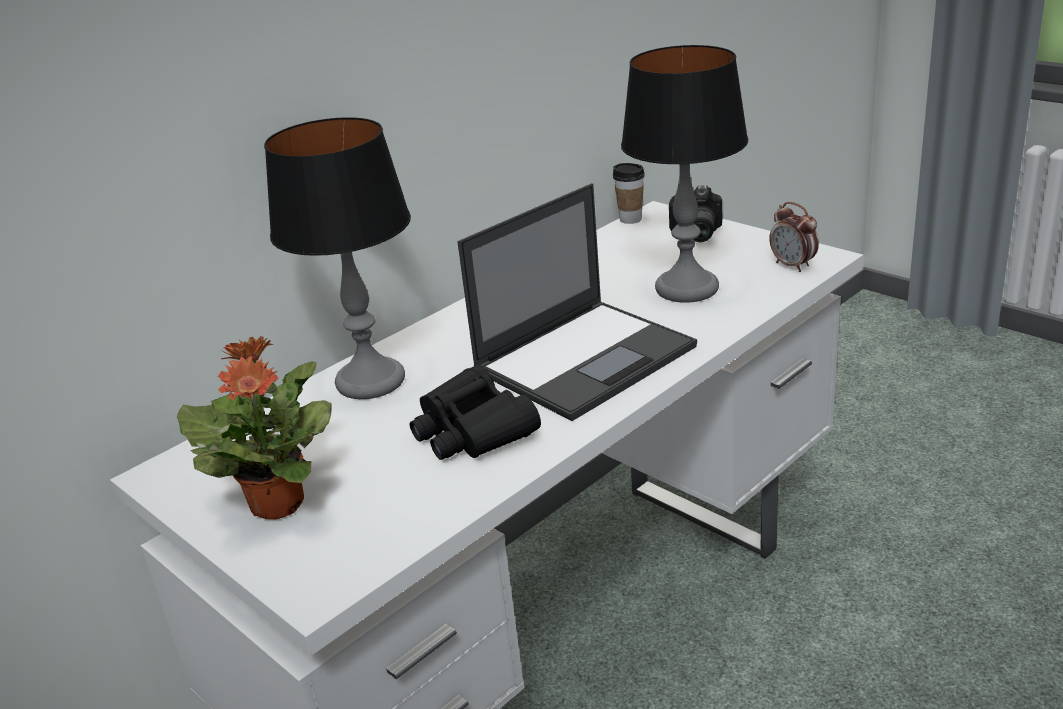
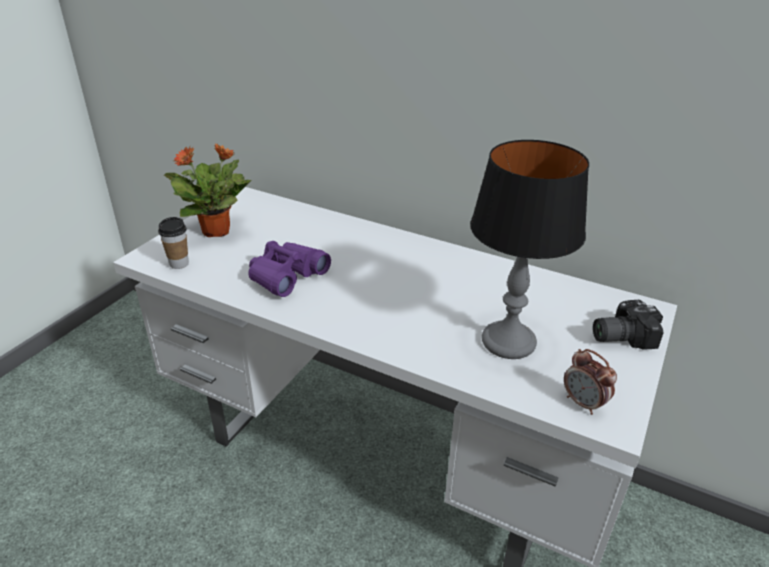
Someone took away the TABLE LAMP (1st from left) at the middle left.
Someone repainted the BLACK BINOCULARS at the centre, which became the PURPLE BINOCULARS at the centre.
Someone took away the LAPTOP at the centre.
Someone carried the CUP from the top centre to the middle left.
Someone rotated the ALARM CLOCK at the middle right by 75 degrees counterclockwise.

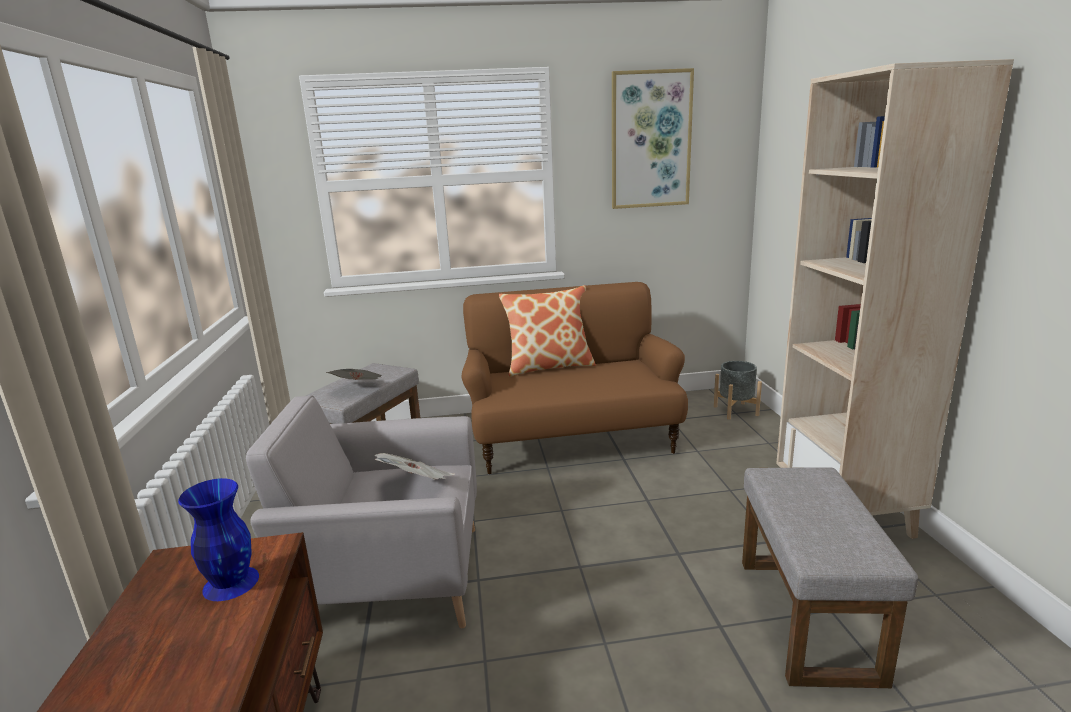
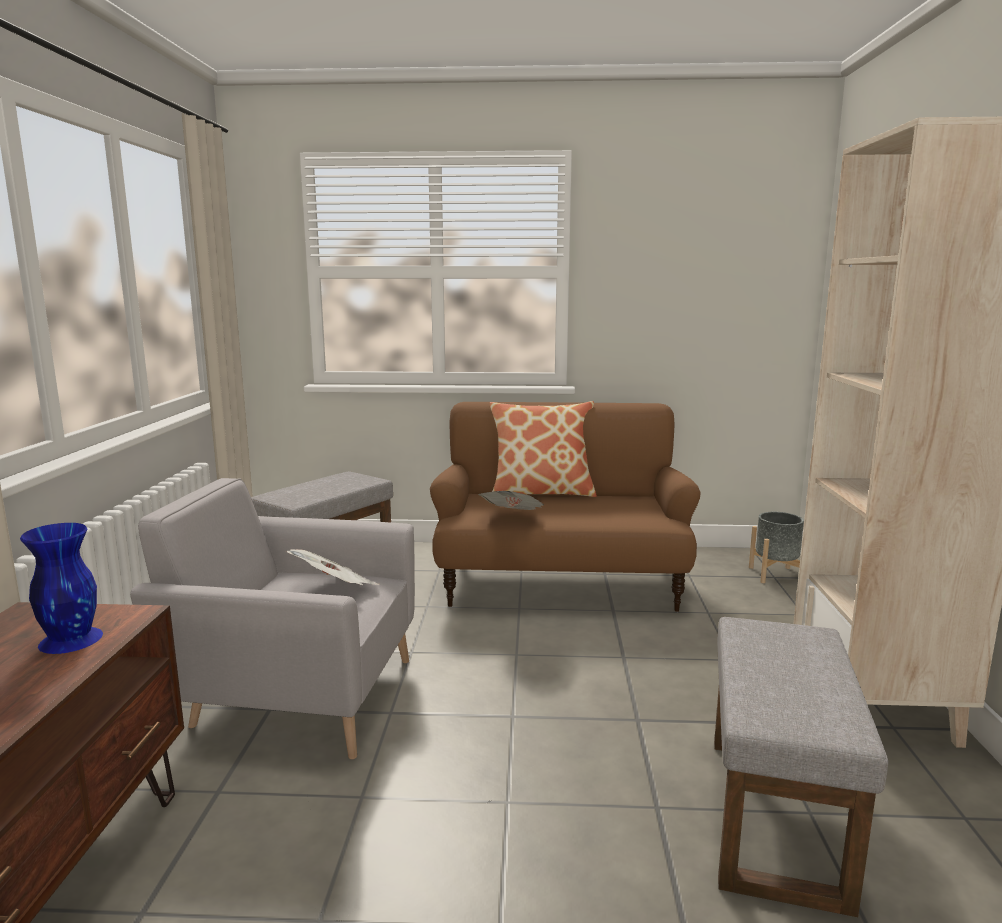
Someone carried the NEWSPAPER (1st from left in the first image) from the middle left to the centre.
Someone took away the PICTURE at the top centre.

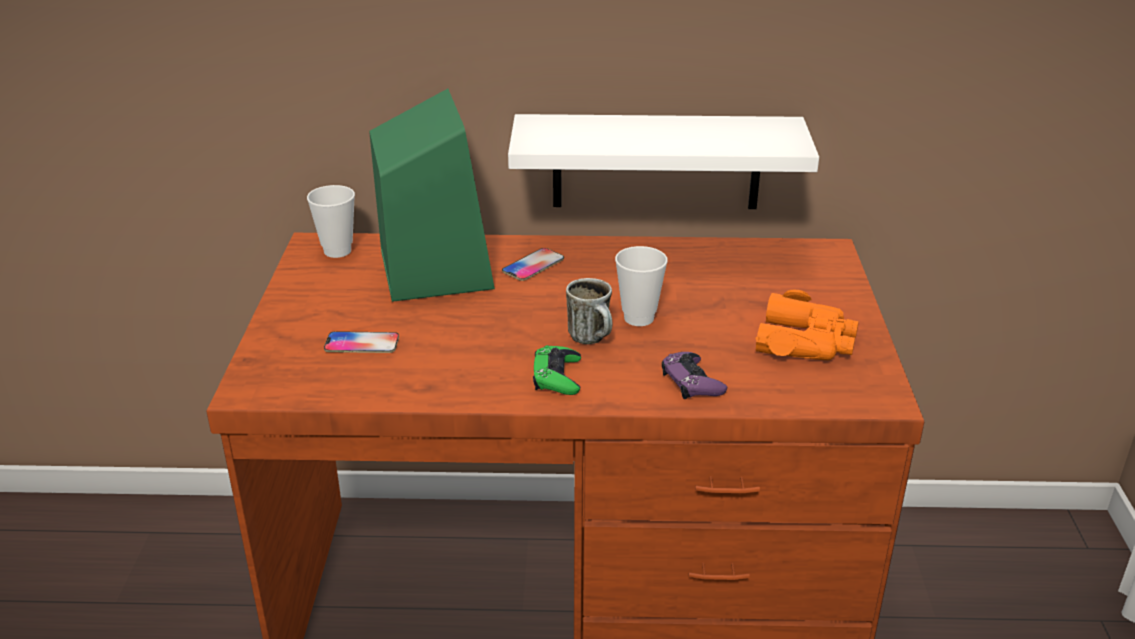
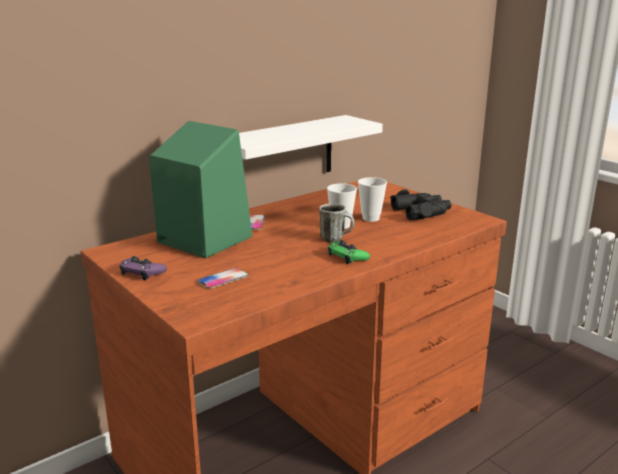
Someone carried the CUP (1st from left in the first image) from the middle left to the centre.
Someone carried the PURPLE GAME CONTROLLER from the centre to the middle left.
Someone repainted the ORANGE BINOCULARS at the middle right, which became the BLACK BINOCULARS at the middle right.

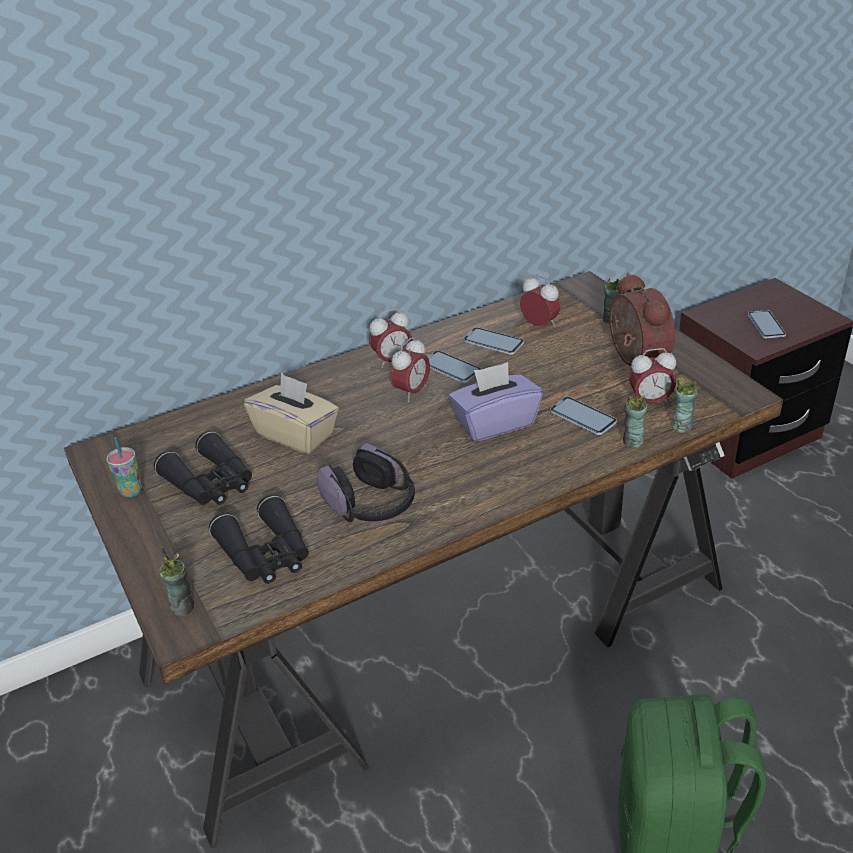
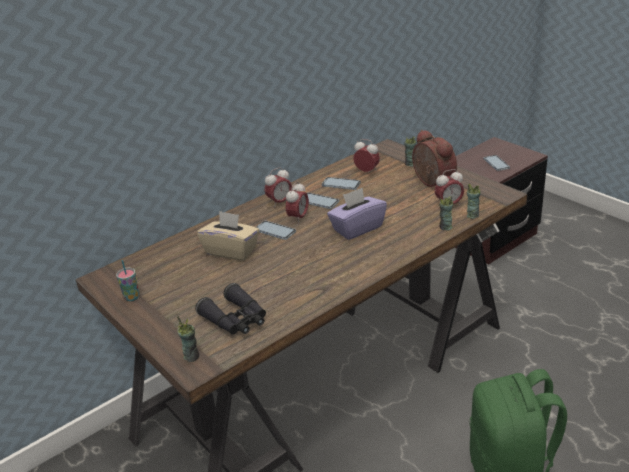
Someone took away the BLACK BINOCULARS (1st from left) at the middle left.
Someone took away the HEADPHONES at the centre.
Someone carried the PHONE (3rd from left in the first image) from the middle right to the centre.

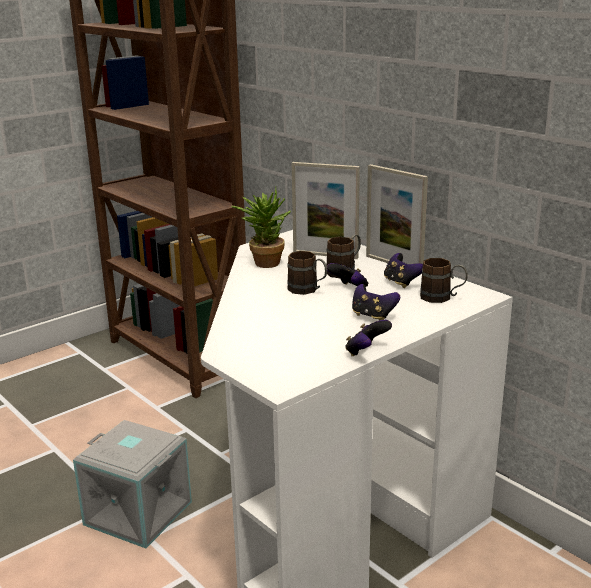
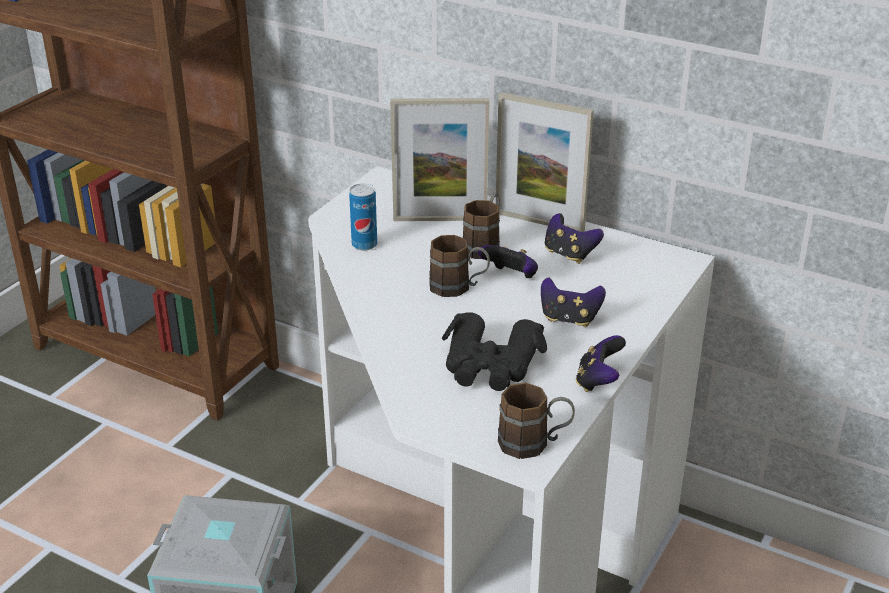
Someone swapped the POTTED PLANT at the centre for the CAN at the centre.
Someone carried the BROWN MUG (3rd from left) from the middle right to the bottom centre.
Someone put down the BLACK BINOCULARS at the centre.

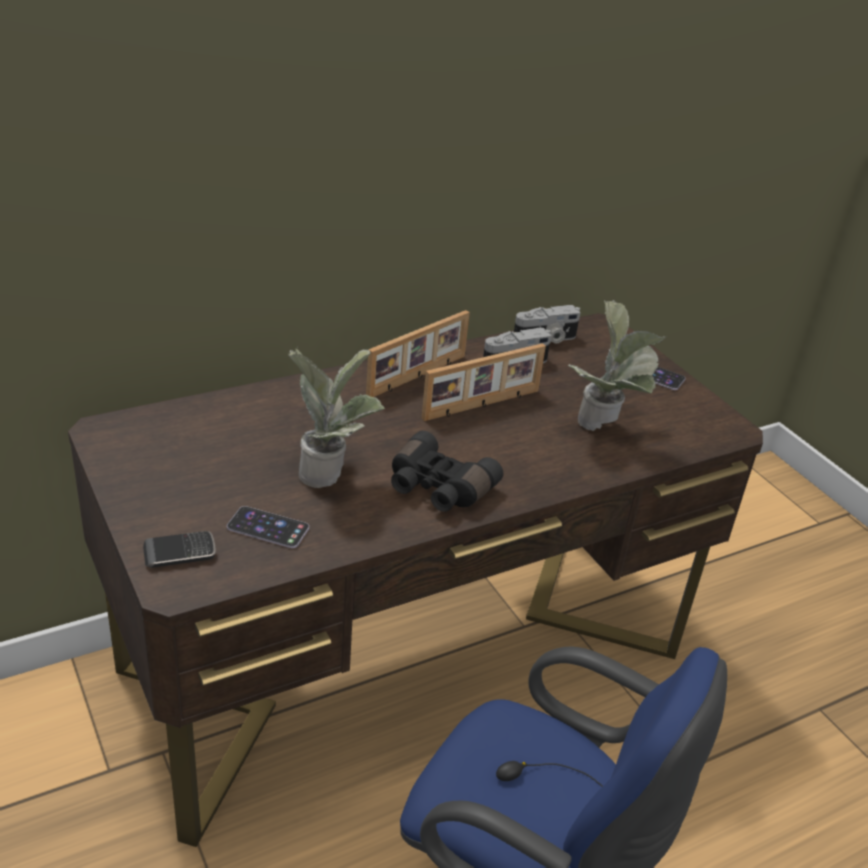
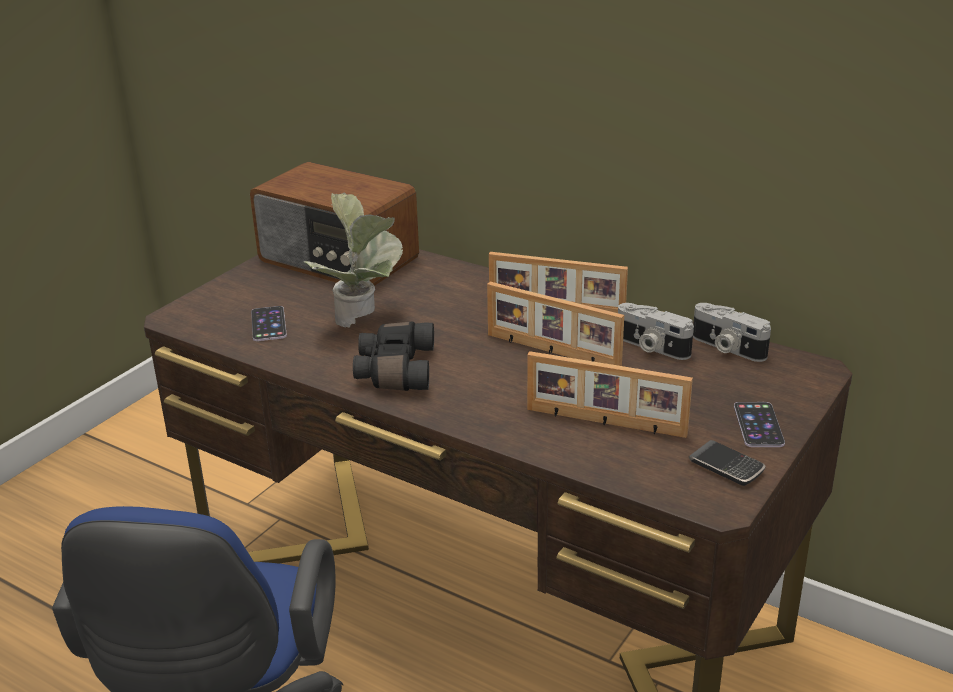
Someone carried the PHONE (1st from left in the first image) from the middle left to the bottom right.
Someone swapped the POTTED PLANT (2nd from left) at the middle right for the PICTURE FRAME (3rd from left) at the centre.
Someone put down the RADIO at the top centre.

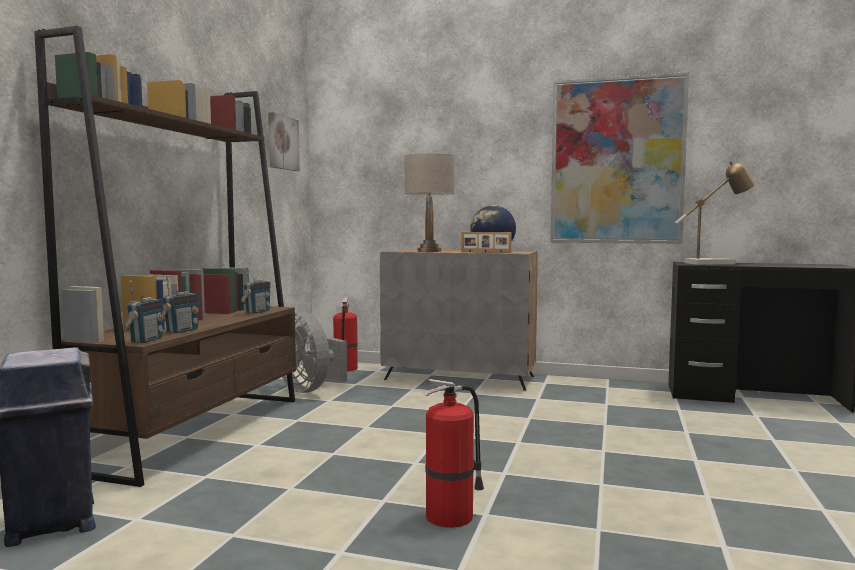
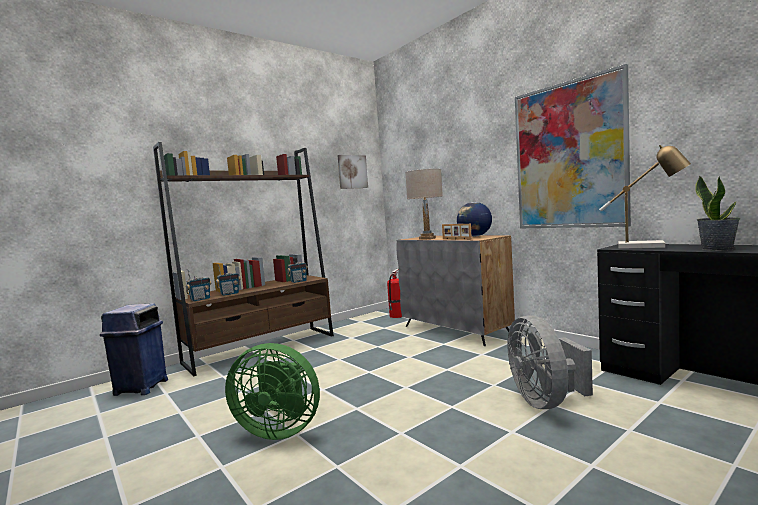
Someone carried the GREY FAN from the centre to the bottom right.
Someone swapped the FIRE EXTINGUISHER (2nd from left) at the bottom centre for the GREEN FAN at the bottom centre.
Someone put down the POTTED PLANT at the middle right.

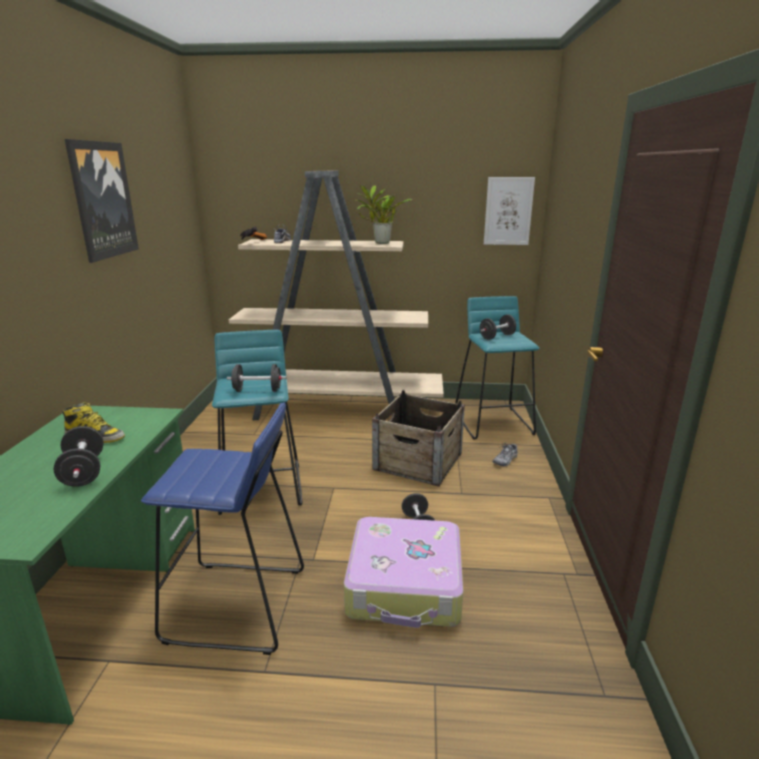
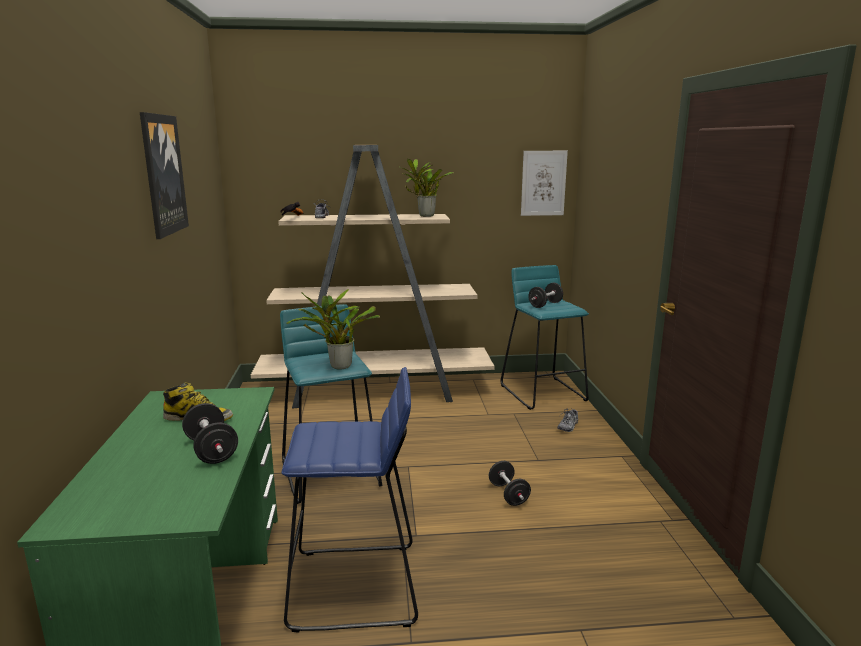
Someone swapped the BLACK DUMBBELL (2nd from left) at the centre for the POTTED PLANT (1st from left) at the centre.
Someone took away the SUITCASE at the bottom centre.
Someone took away the CRATE at the centre.

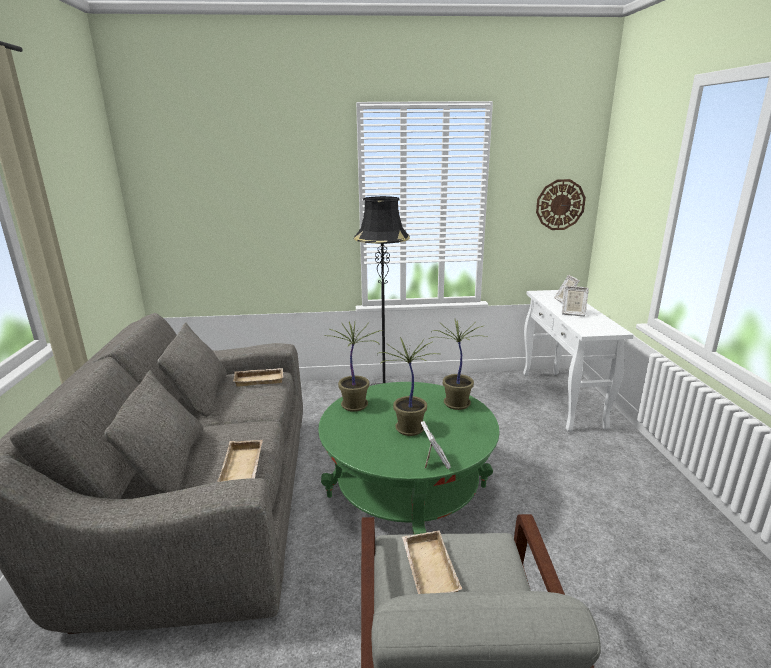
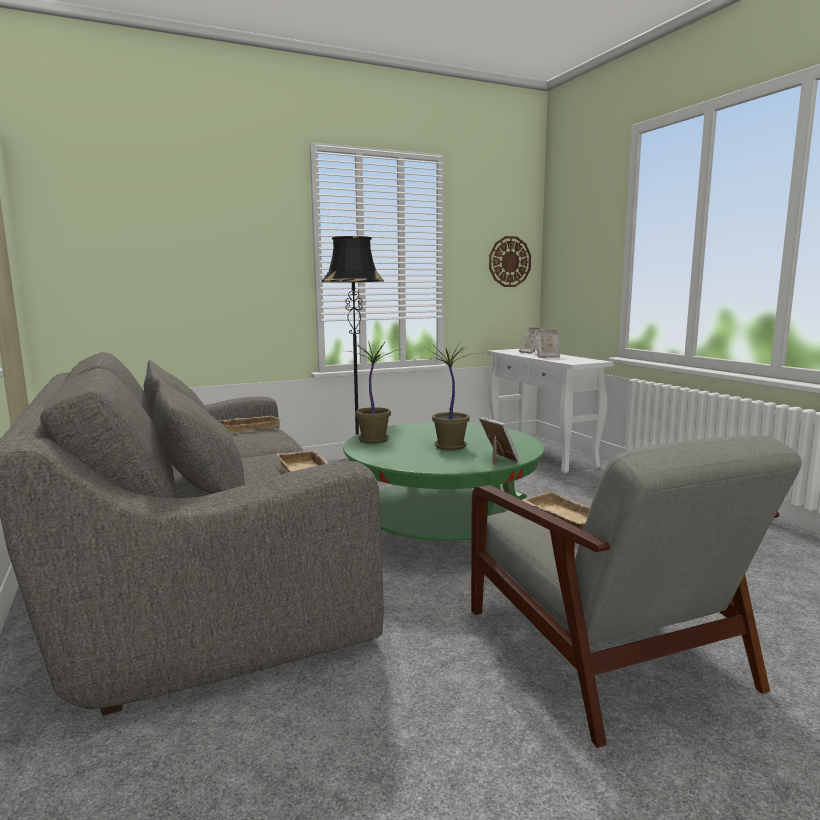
Someone took away the POTTED PLANT (3rd from left) at the centre.

